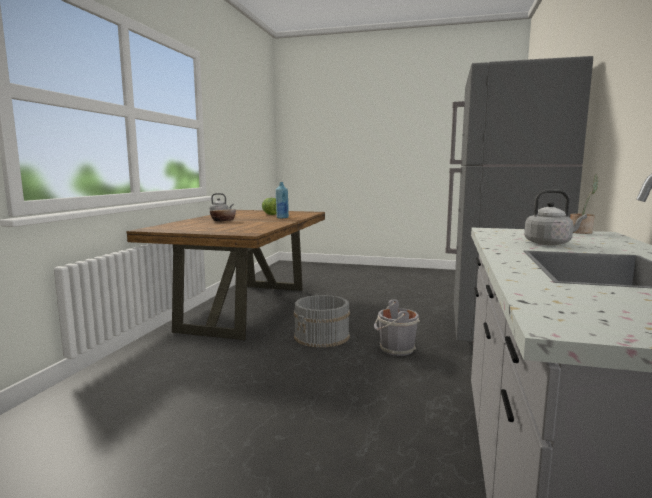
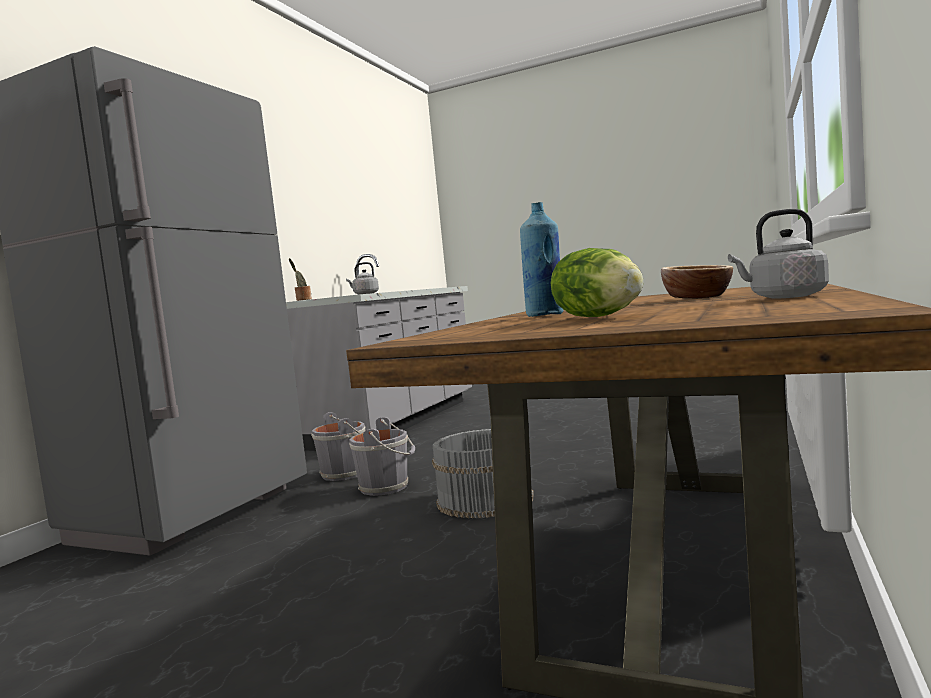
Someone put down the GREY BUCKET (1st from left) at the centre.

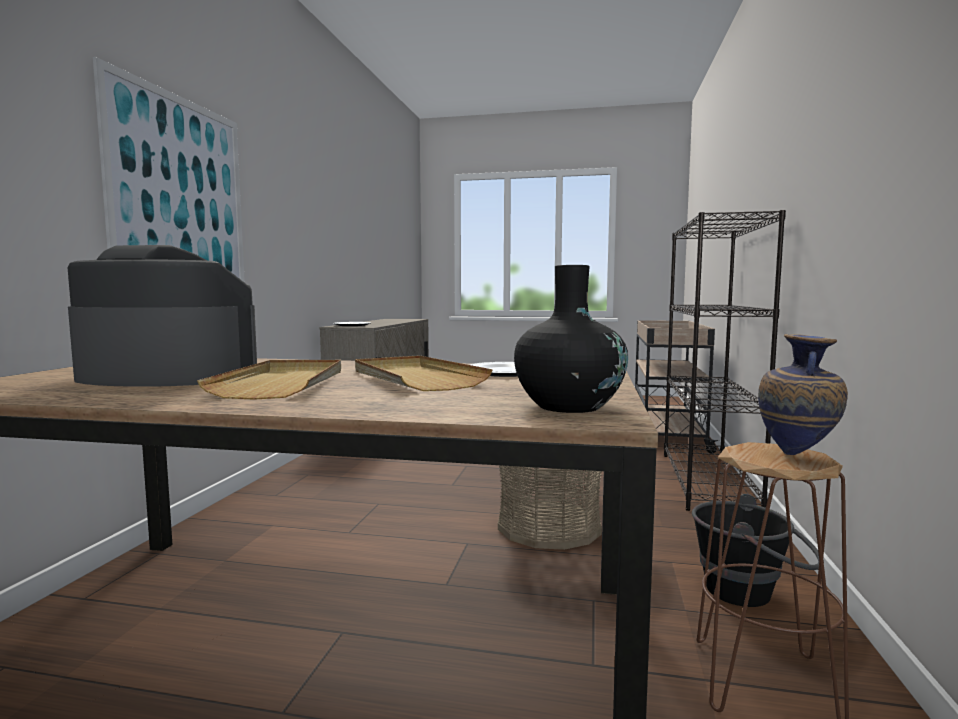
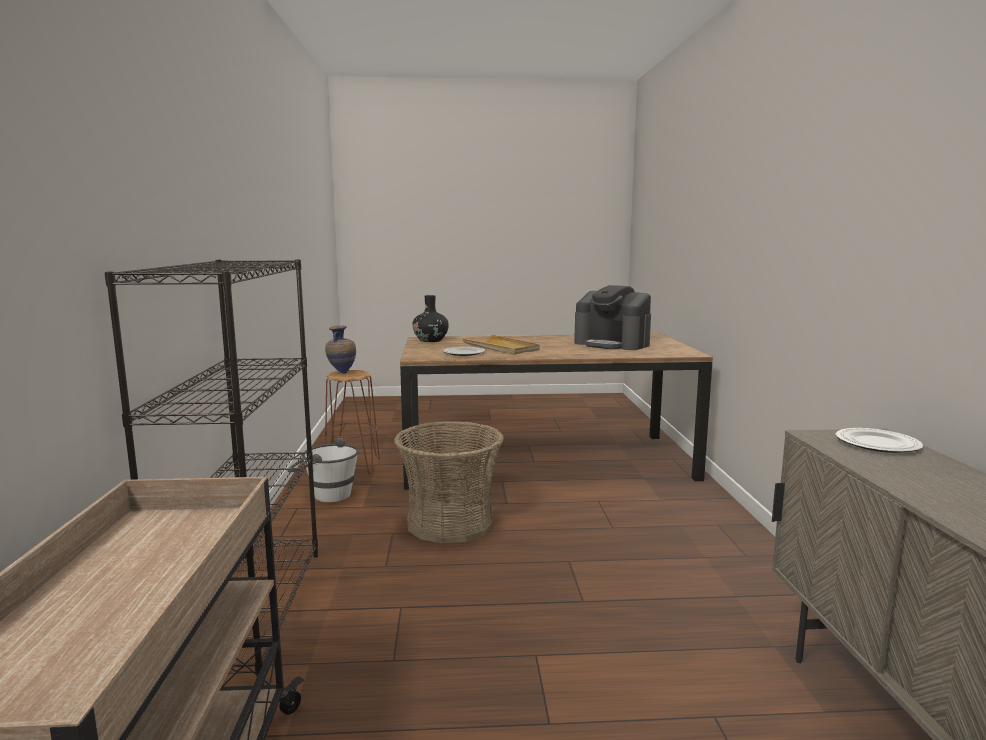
Someone rotated the COFFEE MACHINE at the middle left by 45 degrees clockwise.
Someone took away the PICTURE at the top left.
Someone took away the BEIGE TRAY (1st from left) at the middle left.
Someone repainted the BLACK BUCKET at the bottom right, which became the WHITE BUCKET at the middle left.

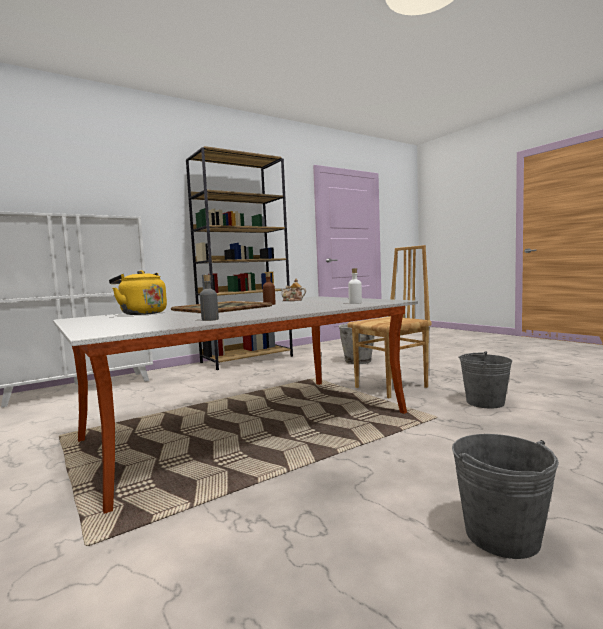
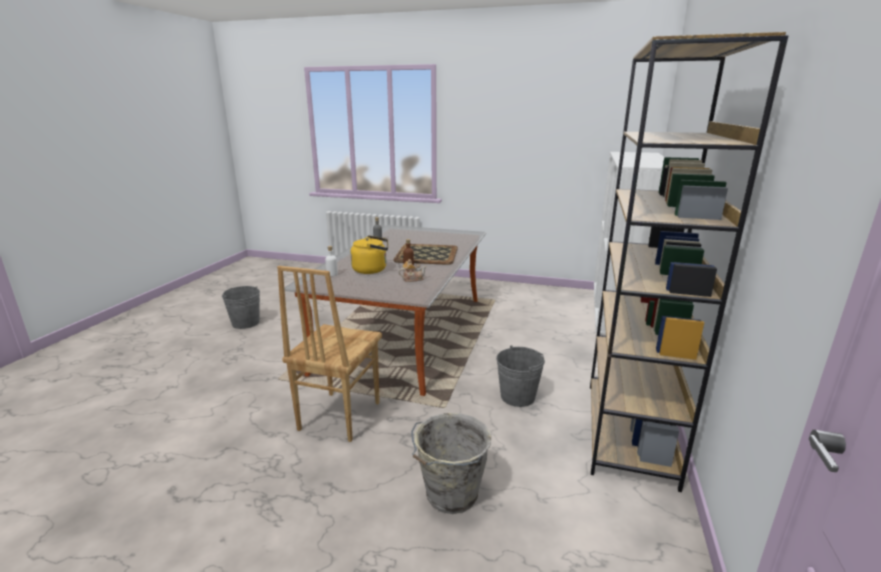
Someone carried the YELLOW KETTLE from the middle left to the centre.
Someone carried the GREY BUCKET (2nd from left in the first image) from the middle right to the centre.

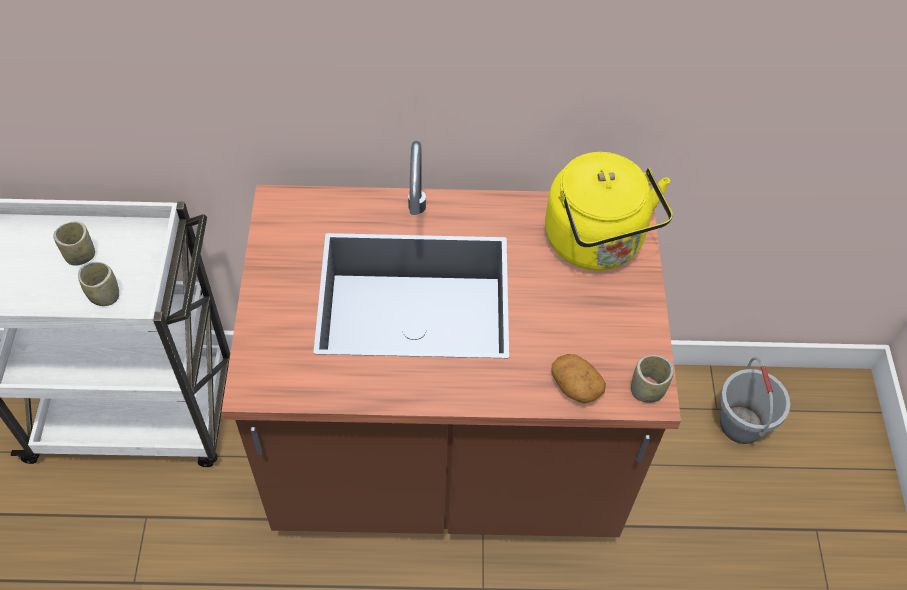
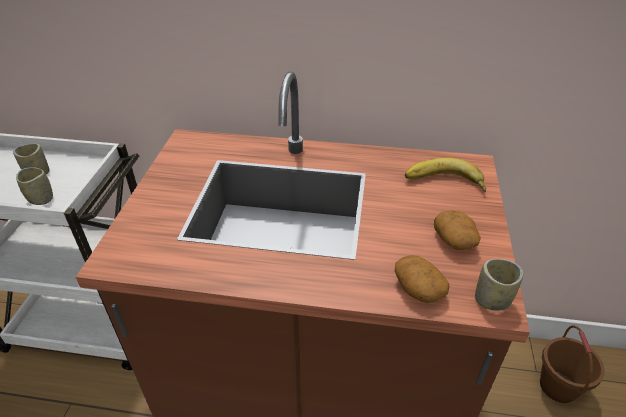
Someone swapped the YELLOW KETTLE at the middle right for the BANANA at the middle right.
Someone repainted the GREY BUCKET at the bottom right, which became the BROWN BUCKET at the bottom right.
Someone put down the POTATO (2nd from left) at the middle right.

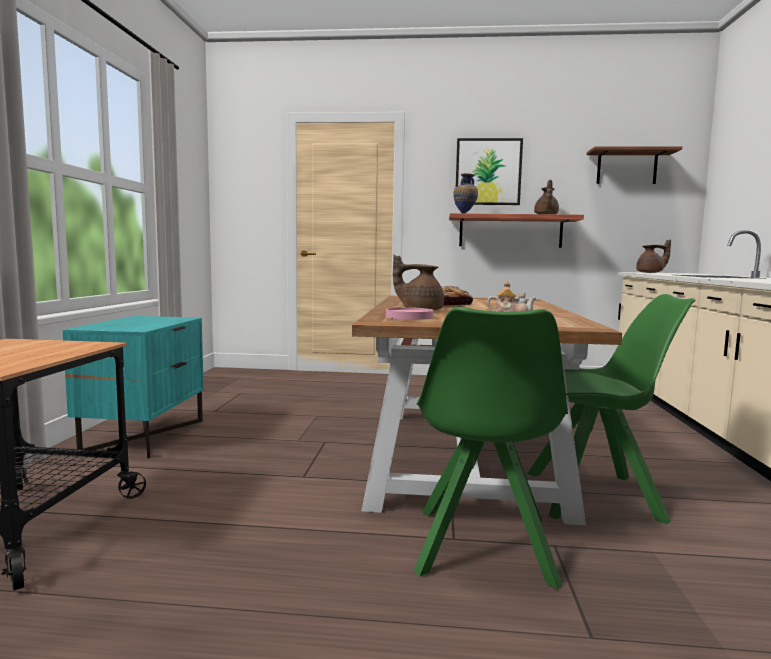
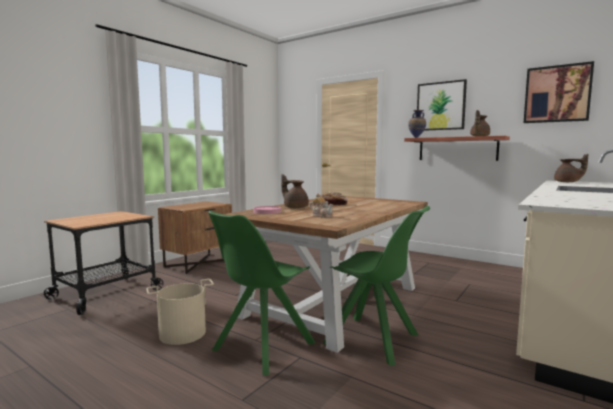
Someone repainted the TURQUOISE NIGHTSTAND at the middle left, which became the BROWN NIGHTSTAND at the middle left.
Someone swapped the SHELF (2nd from left) at the top right for the PICTURE (2nd from left) at the top right.
Someone put down the BEIGE BUCKET at the bottom left.

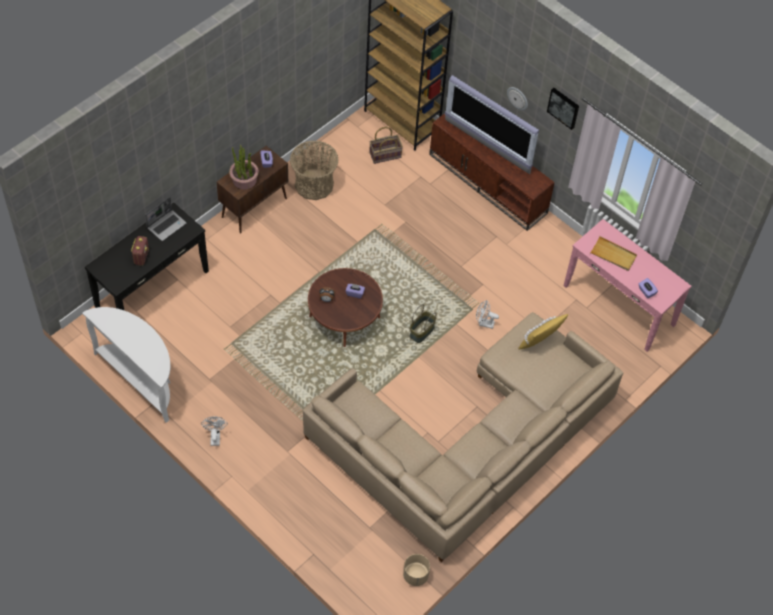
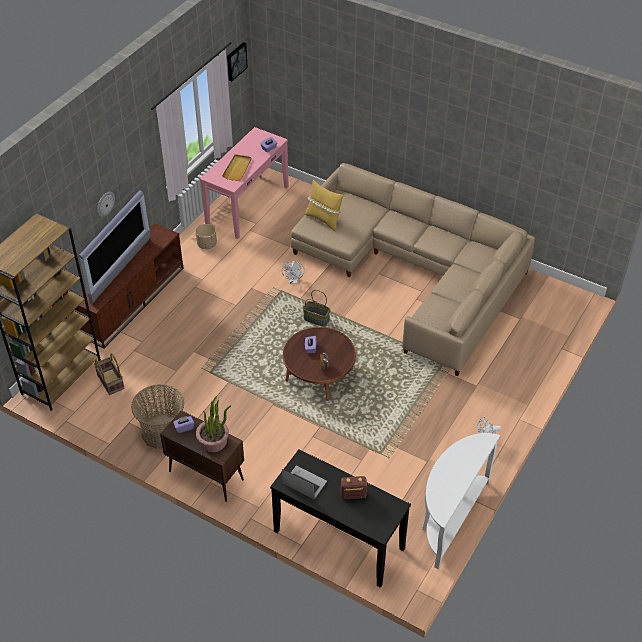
Someone carried the BEIGE PLANTER from the bottom centre to the middle left.
Someone carried the PICTURE from the top right to the top centre.

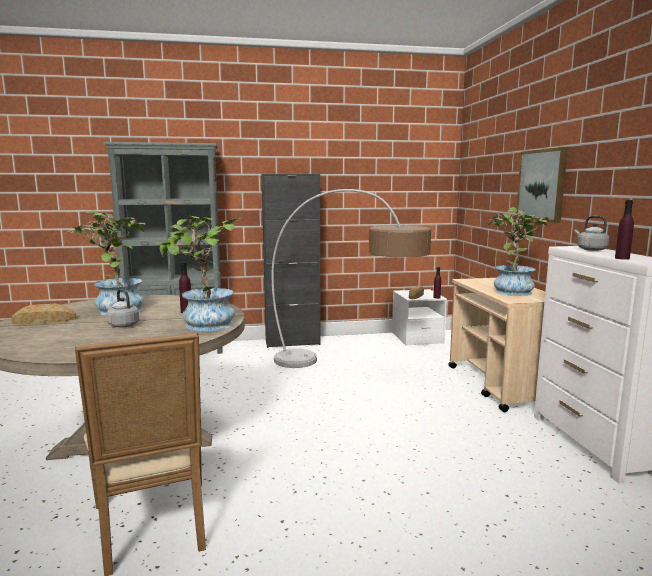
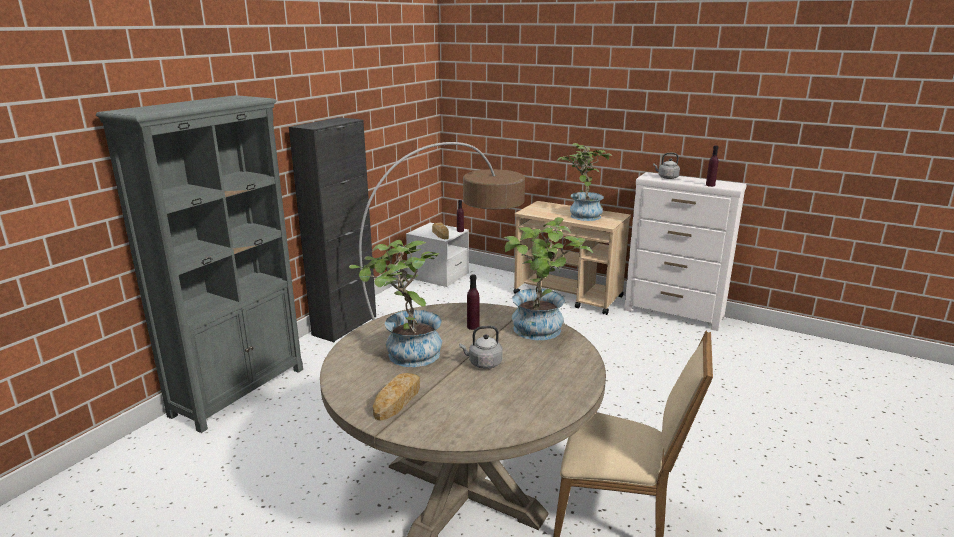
Someone took away the PICTURE at the top right.

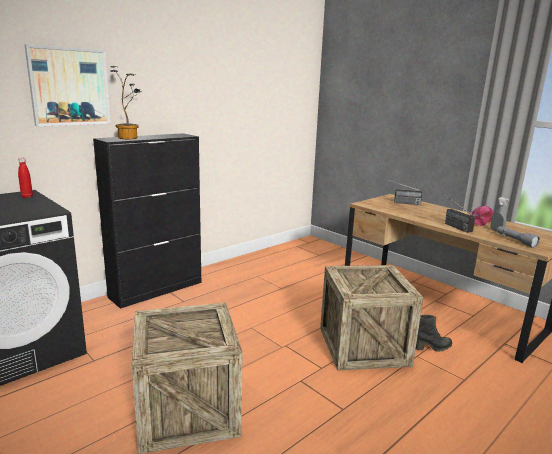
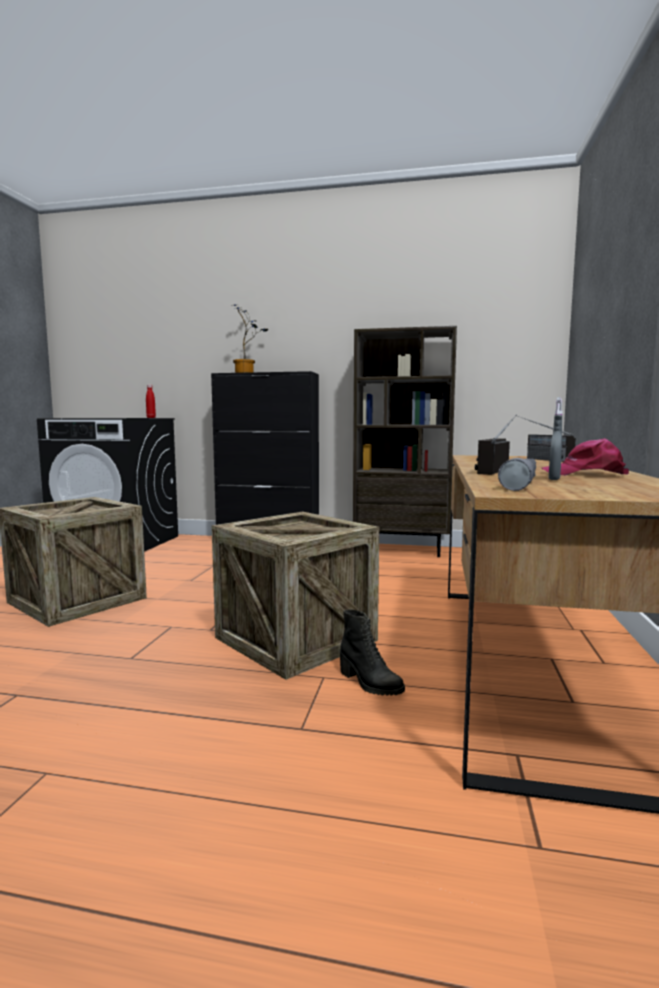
Someone took away the PICTURE at the top left.
Someone put down the BROWN BOOKCASE at the centre.

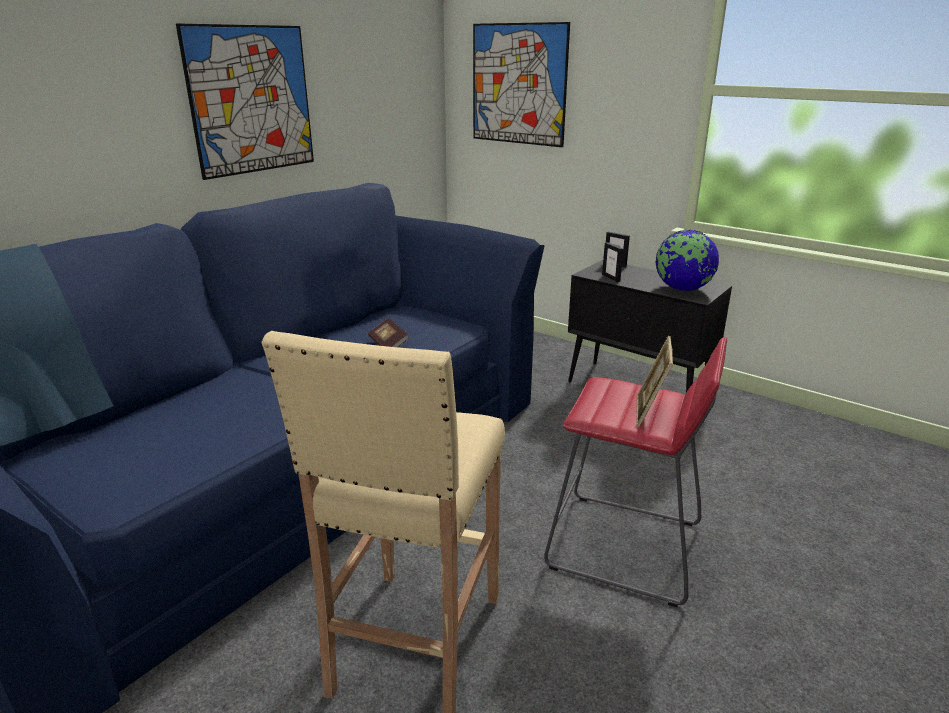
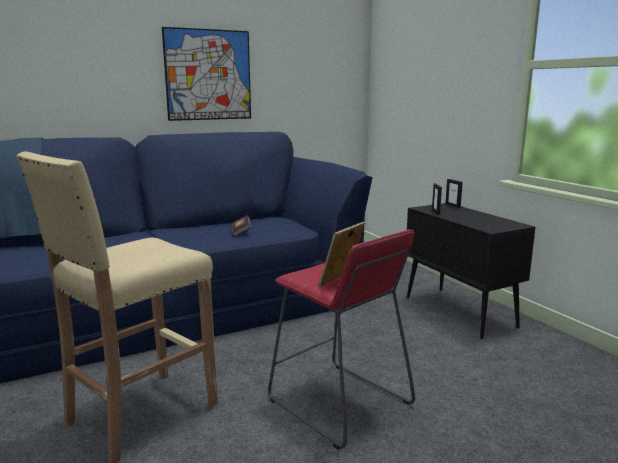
Someone took away the PICTURE (2nd from left) at the top centre.
Someone took away the GLOBE at the middle right.

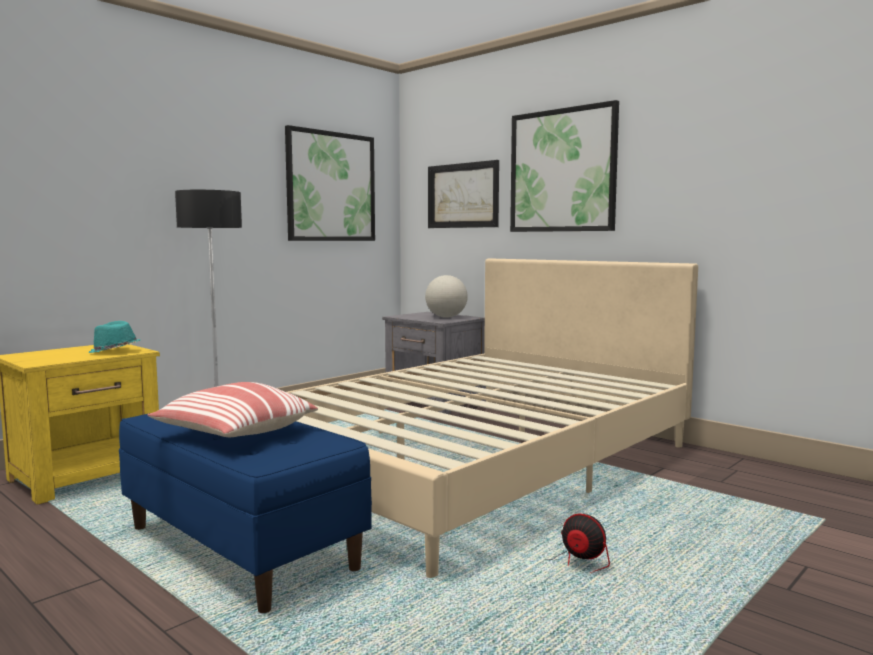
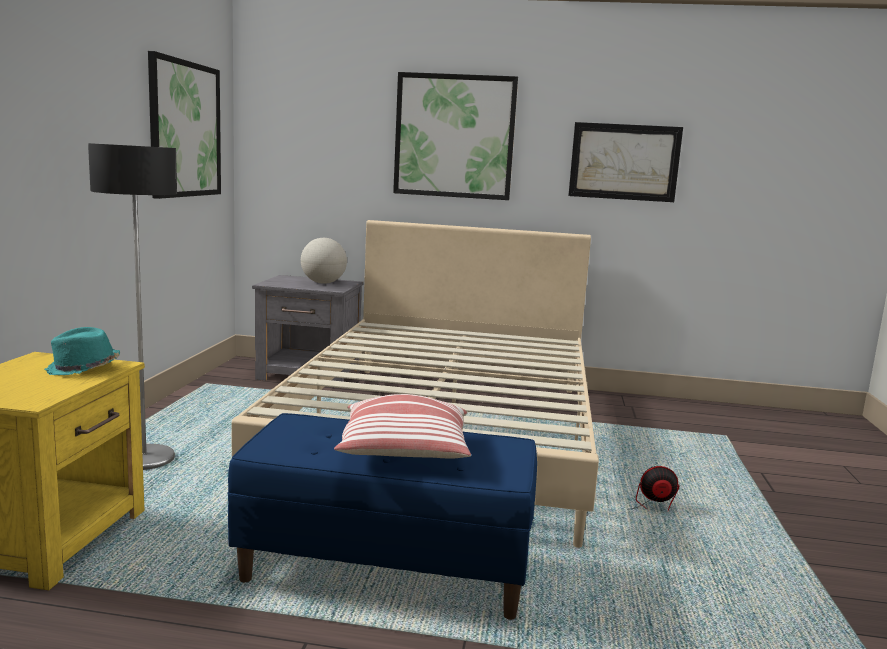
Someone carried the PICTURE (2nd from left in the first image) from the top centre to the top right.

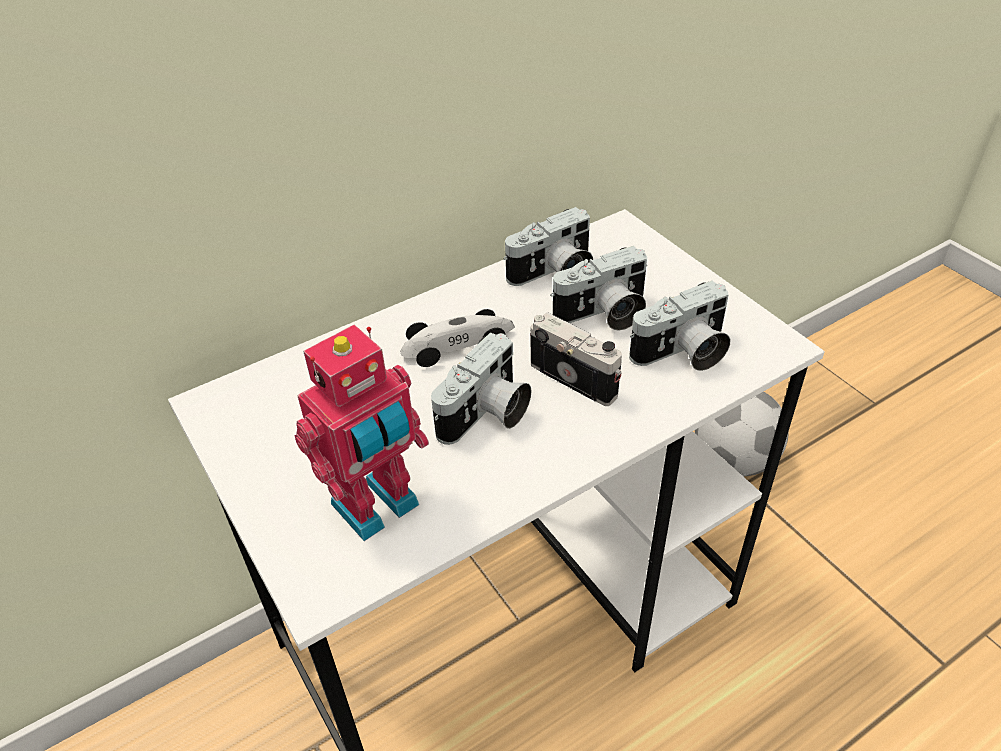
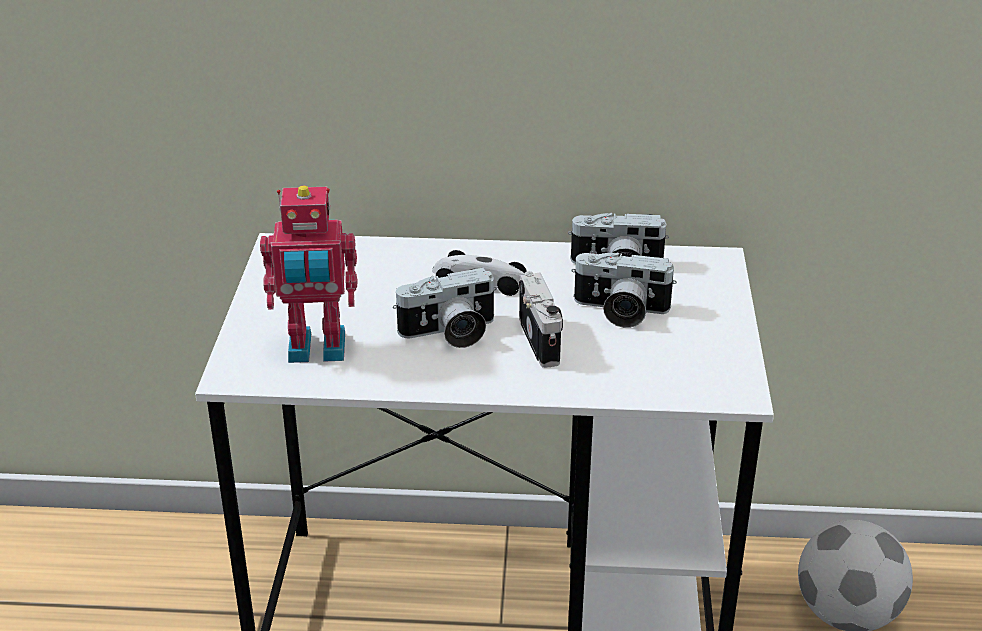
Someone took away the PHOTO CAMERA (5th from left) at the middle right.

